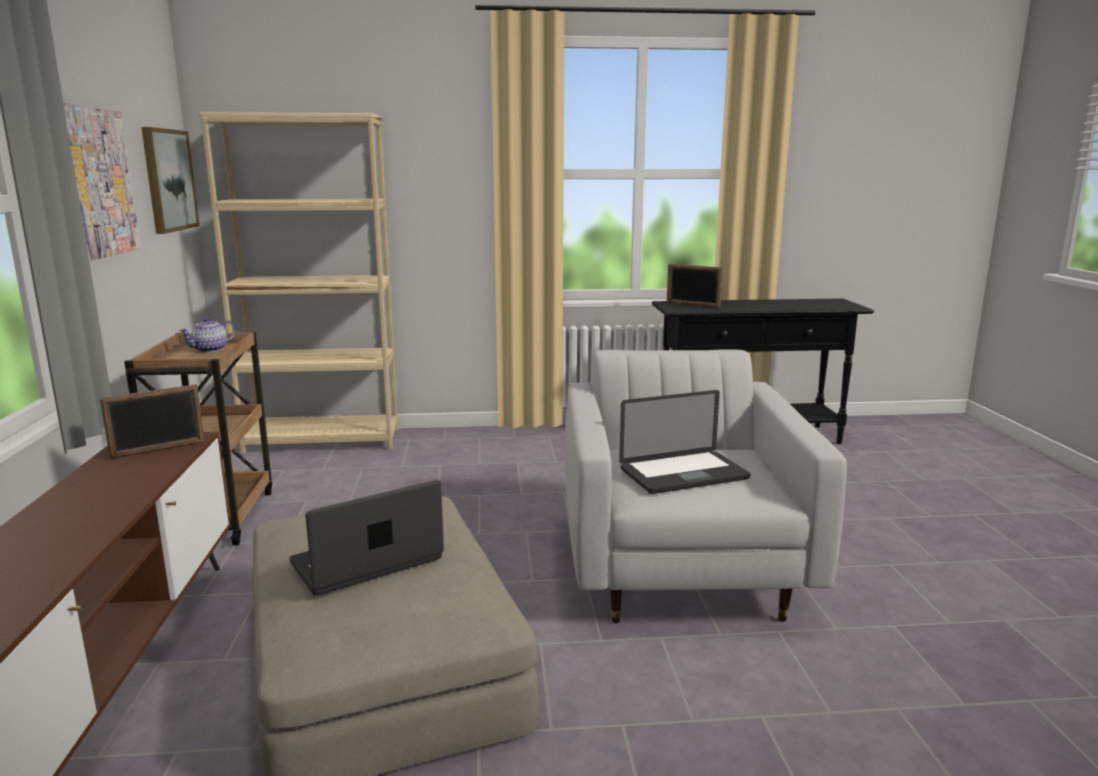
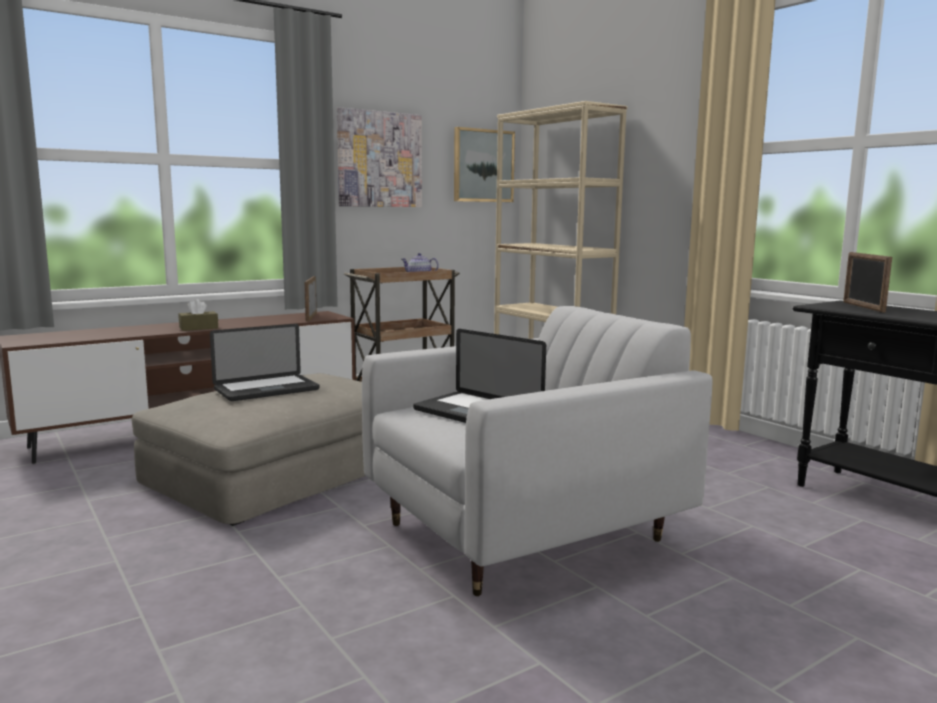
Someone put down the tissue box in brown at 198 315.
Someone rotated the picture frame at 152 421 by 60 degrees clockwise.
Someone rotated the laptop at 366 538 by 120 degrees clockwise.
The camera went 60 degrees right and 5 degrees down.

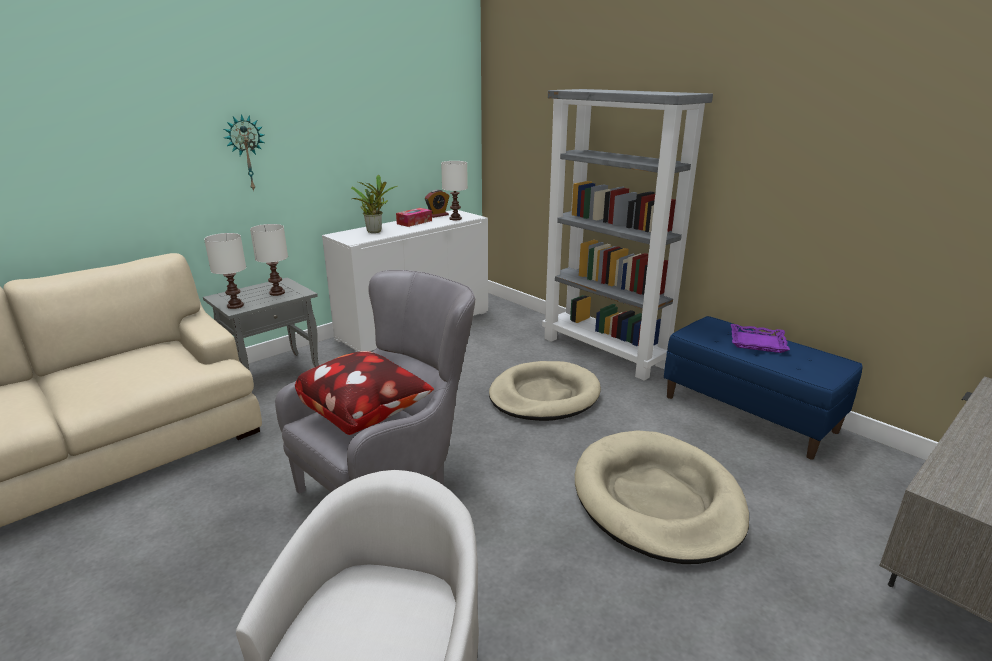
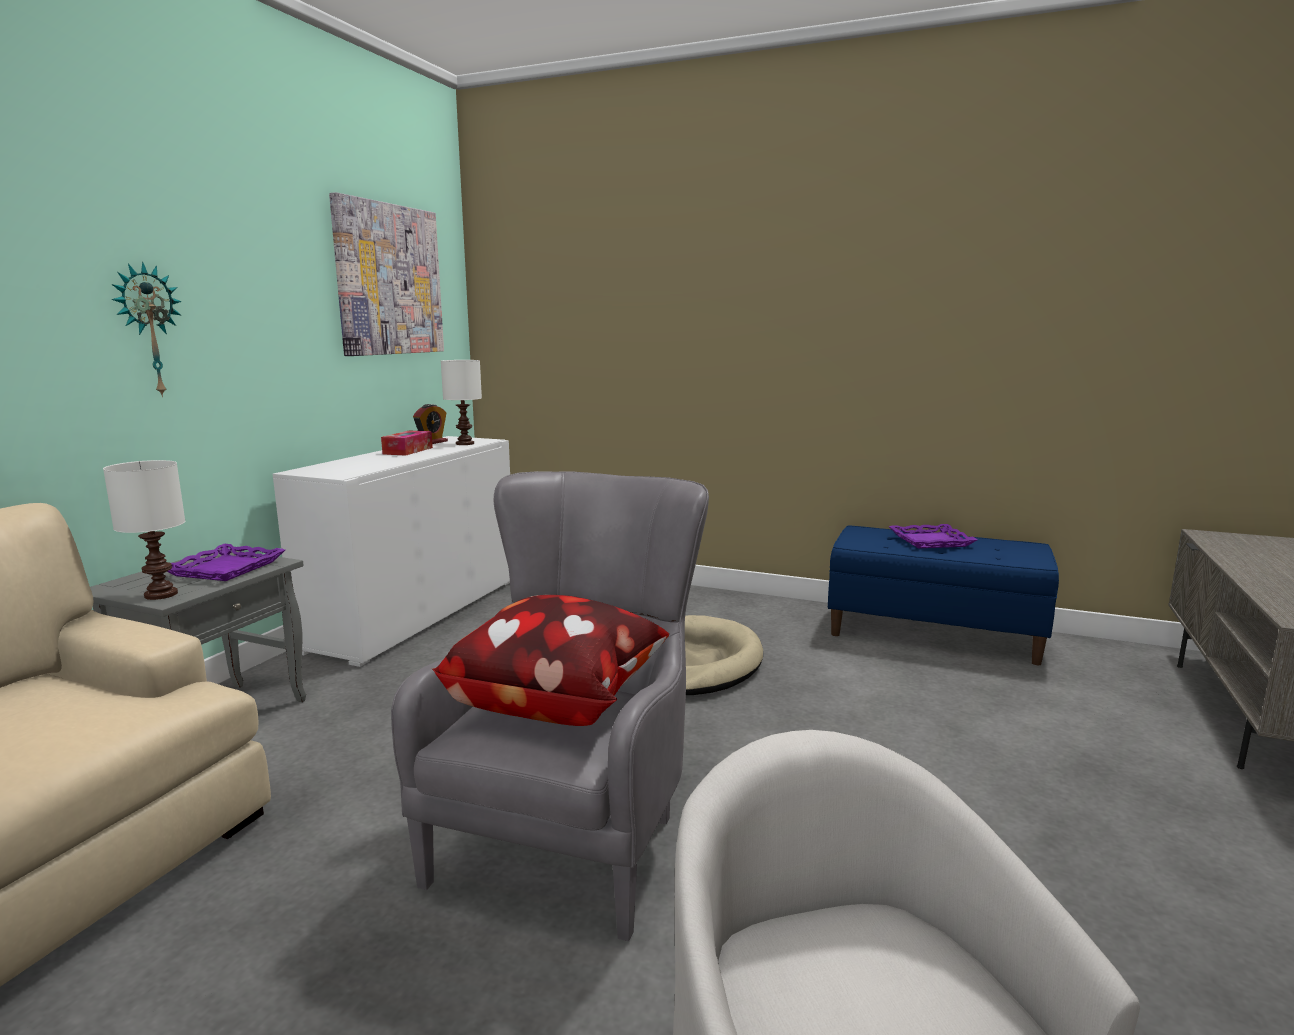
Someone took away the potted plant at 374 204.
Someone took away the bookcase in grey at 627 235.
Someone took away the dog bed in beige at 662 497.
Someone put up the picture at 386 274.
Someone swapped the table lamp in white at 269 260 for the tray in purple at 226 562.
The camera went 25 degrees left and 10 degrees down.

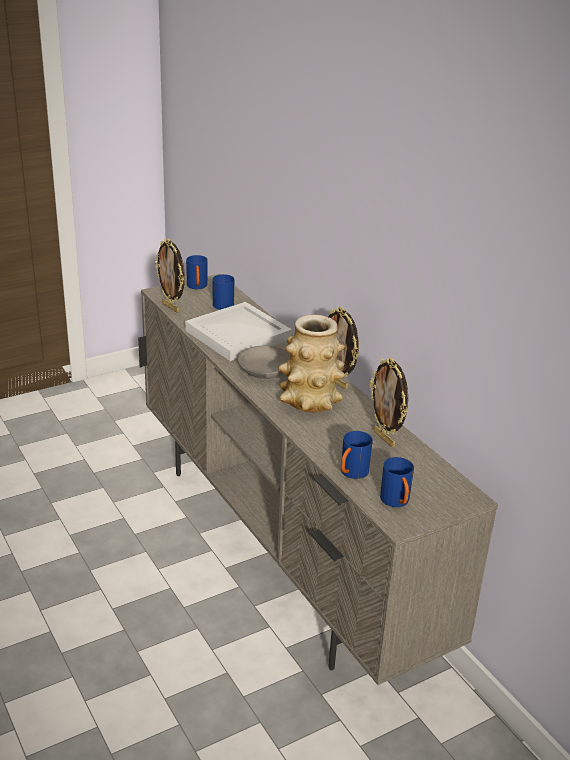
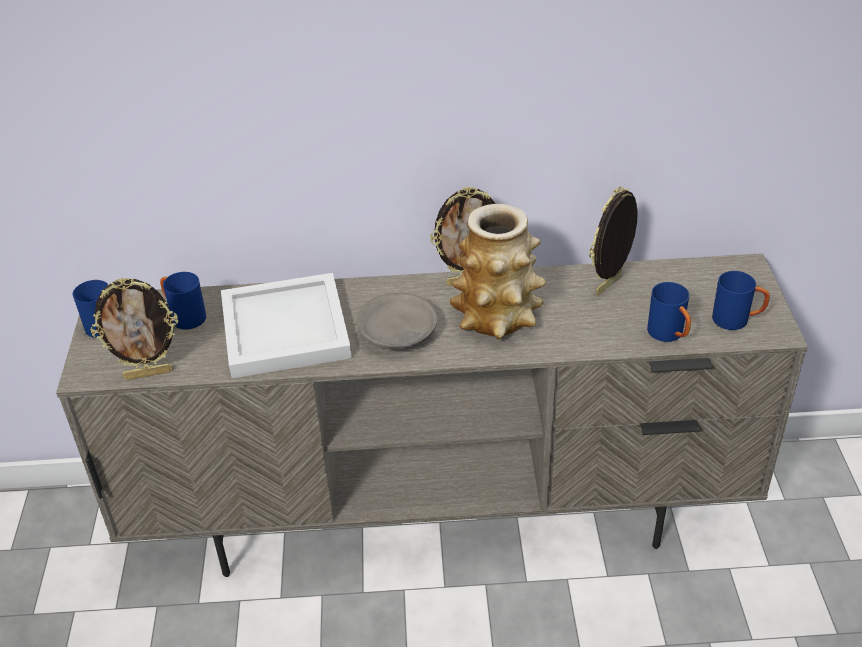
Someone rotated the picture frame at 389 402 by 135 degrees clockwise.
The camera went 60 degrees left and 10 degrees up.

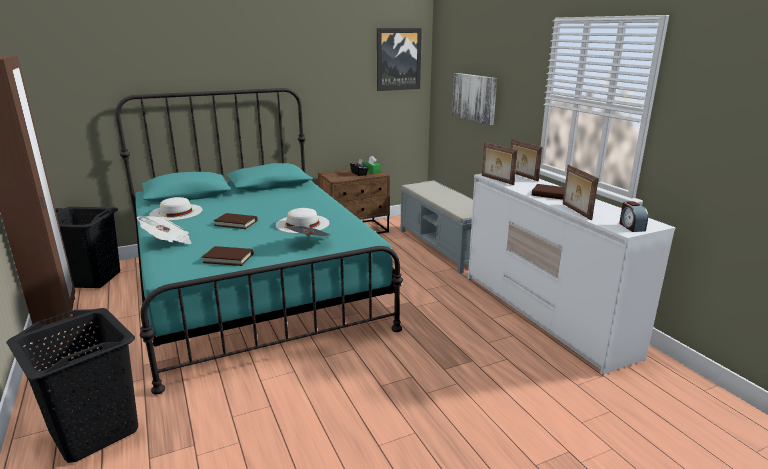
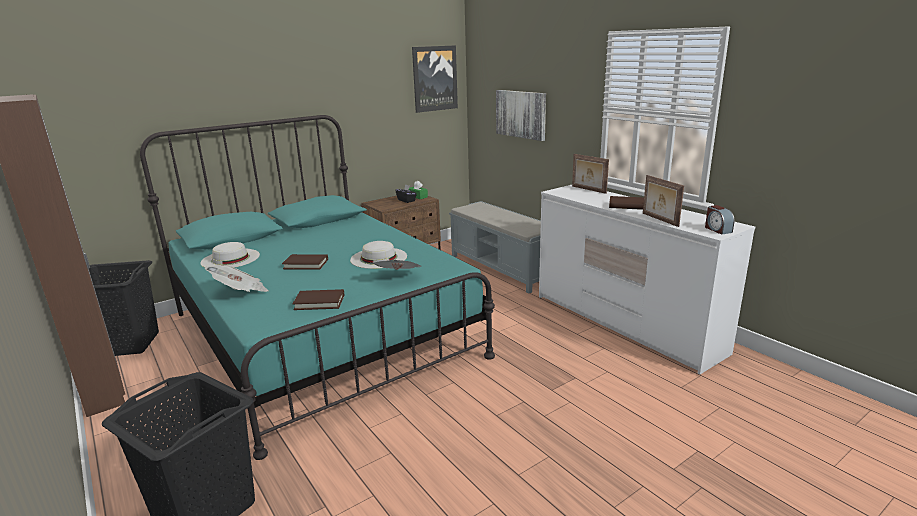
Someone took away the picture frame at 500 163.
The camera went 10 degrees left and 0 degrees up.

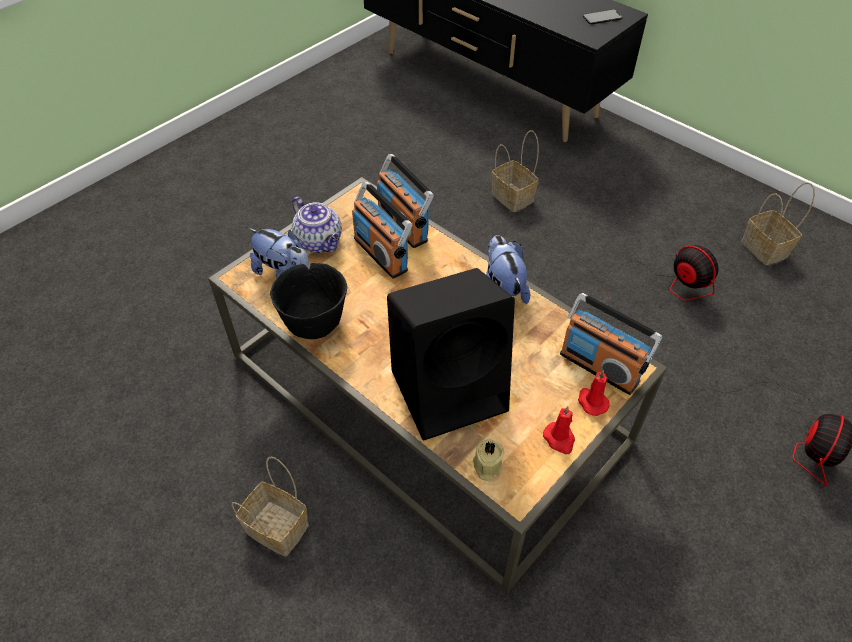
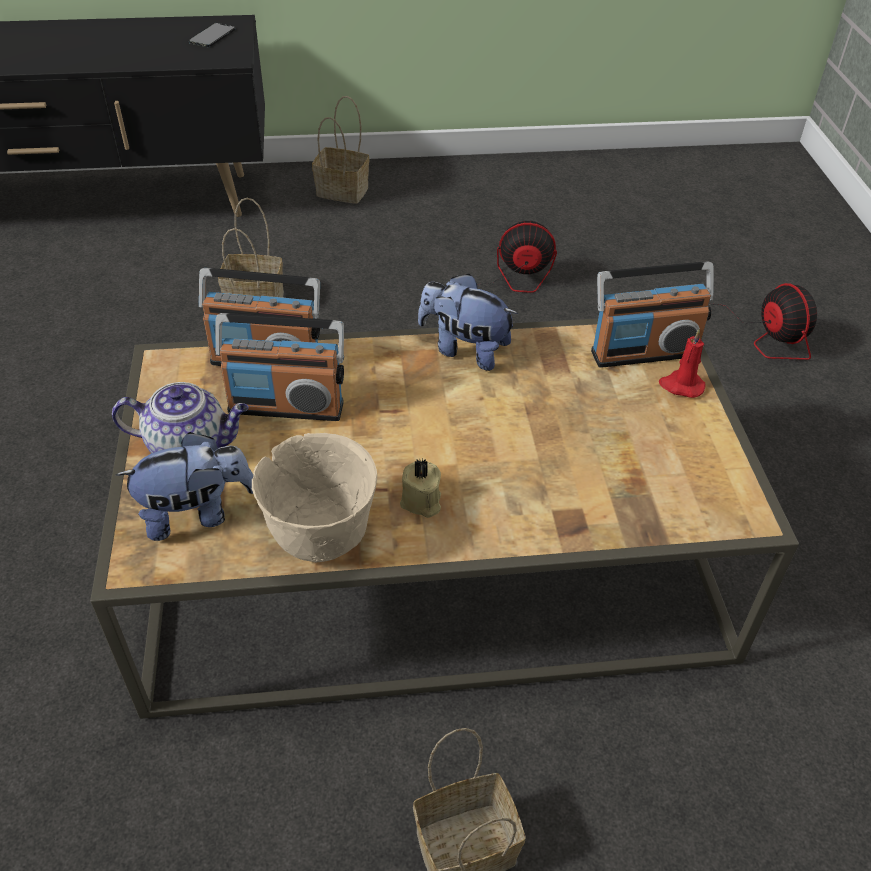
Someone took away the speaker in black at 451 354.
Someone took away the candle in red at 559 430.
Someone carried the candle in beige from 488 460 to 420 488.
Someone carried the basket from 778 223 to 340 150.
Someone repainted the bowl in black at 308 301, which became the bowl in beige at 314 497.
The camera went 50 degrees left and 5 degrees down.

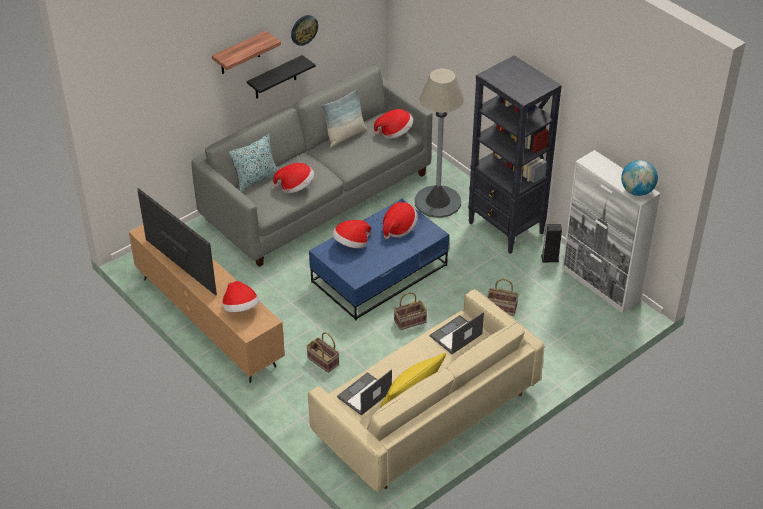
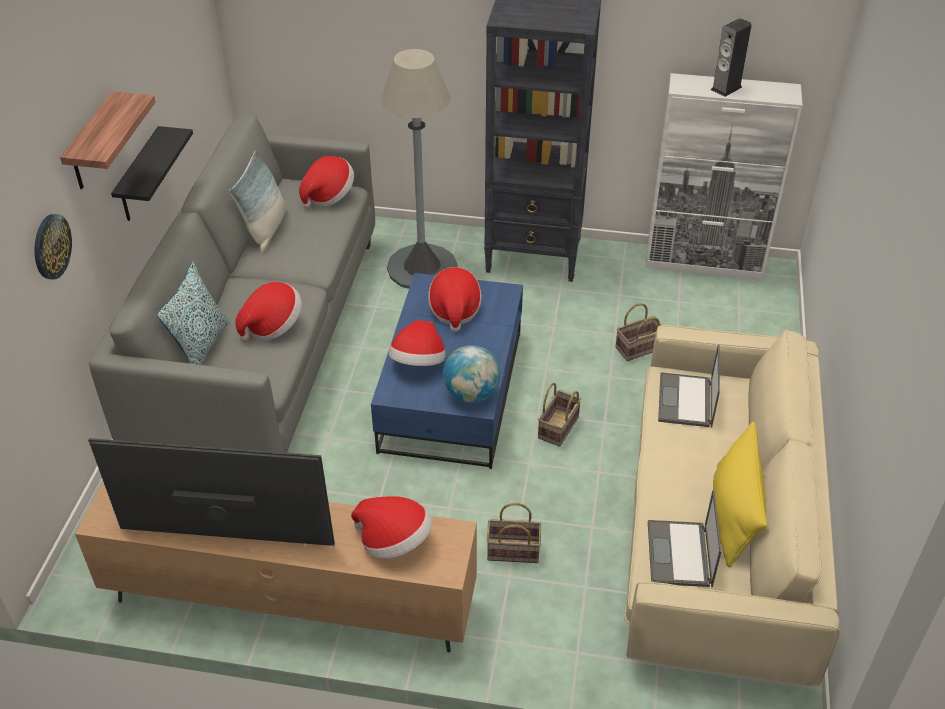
Someone carried the wall clock from 304 30 to 53 247.
Someone carried the speaker from 551 243 to 731 57.
Someone carried the globe from 639 178 to 471 374.
The camera went 40 degrees left and 0 degrees up.

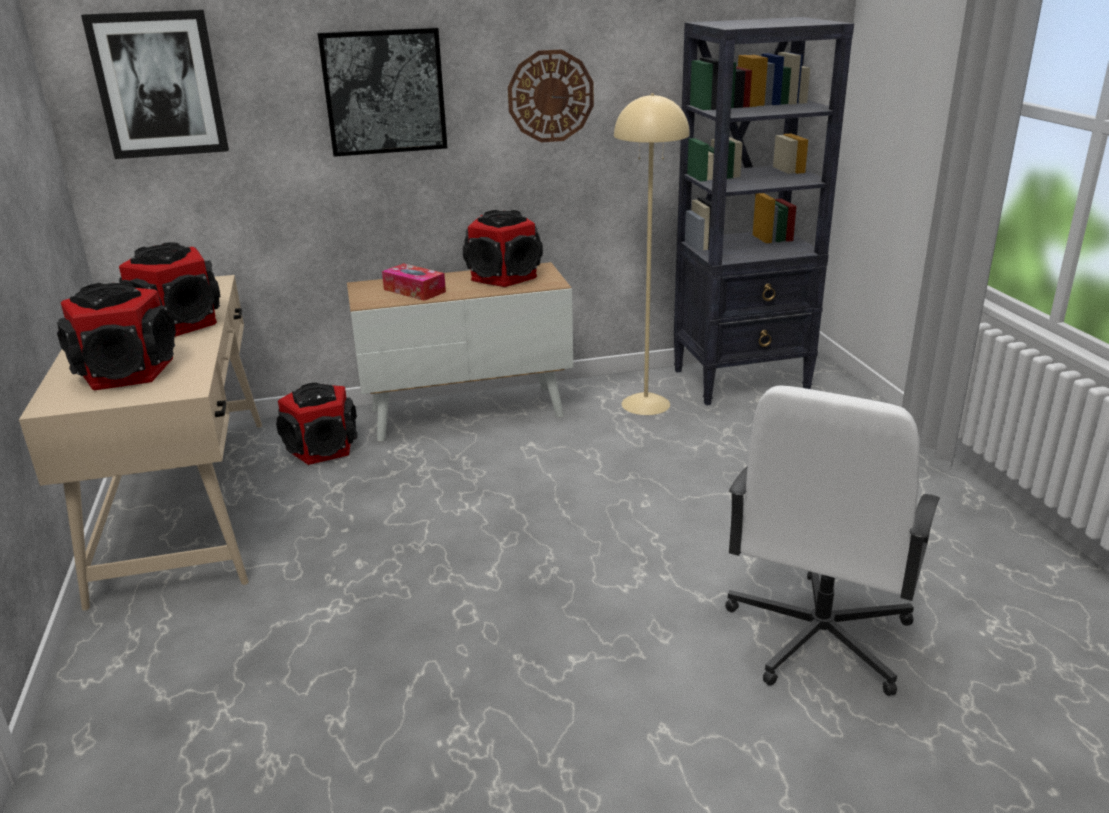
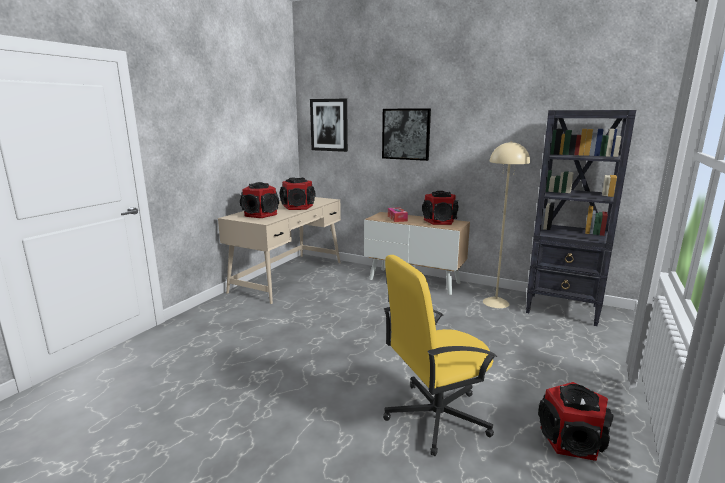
Someone took away the wall clock at 551 96.
Someone carried the speaker from 317 424 to 576 421.
Someone repainted the office chair in white at 832 540, which became the office chair in yellow at 440 355.
The camera went 40 degrees right and 10 degrees down.

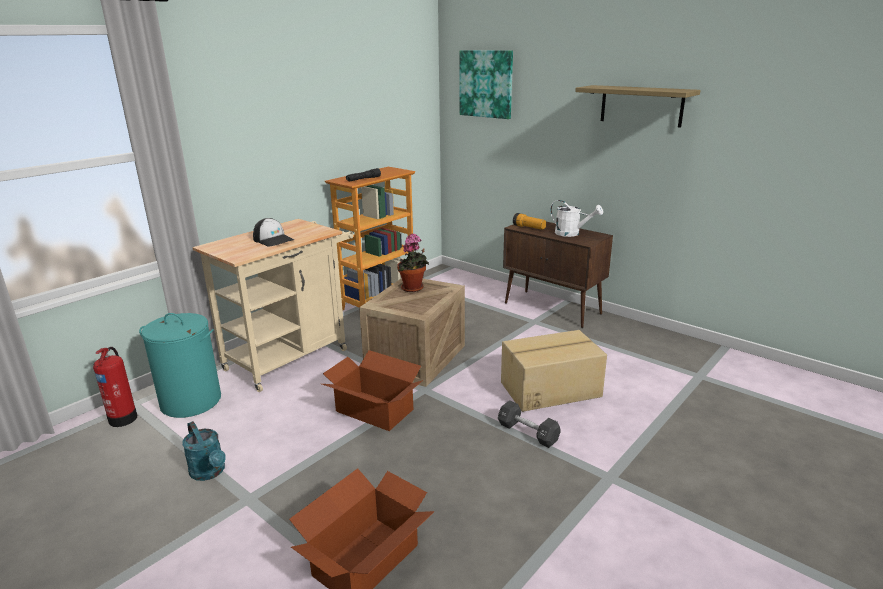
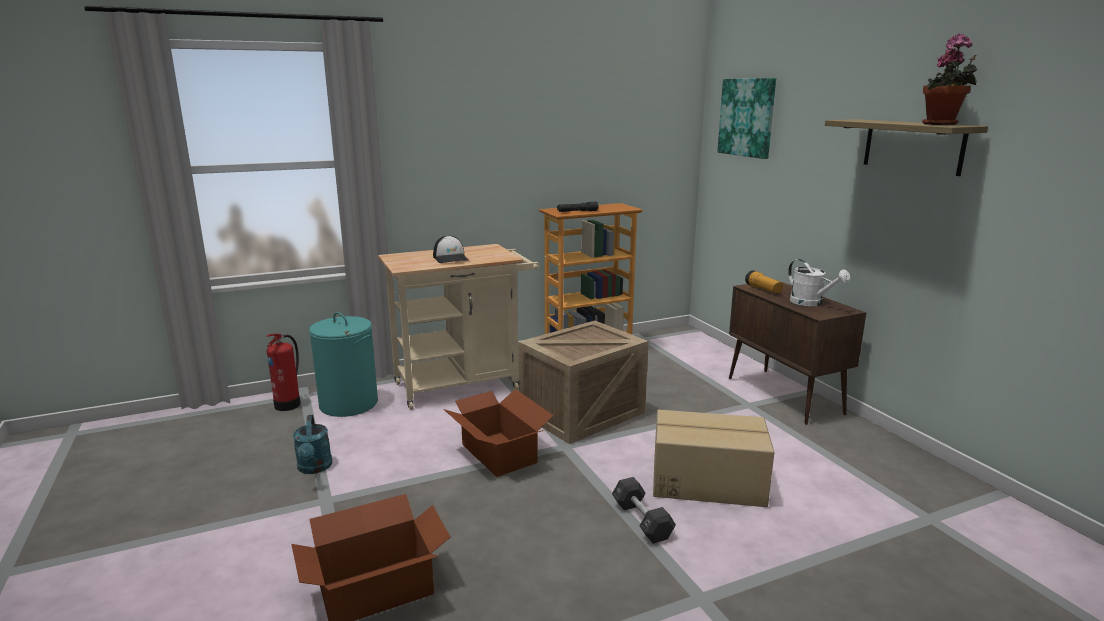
Someone carried the potted plant from 413 263 to 949 79.
The camera went 25 degrees right and 5 degrees down.

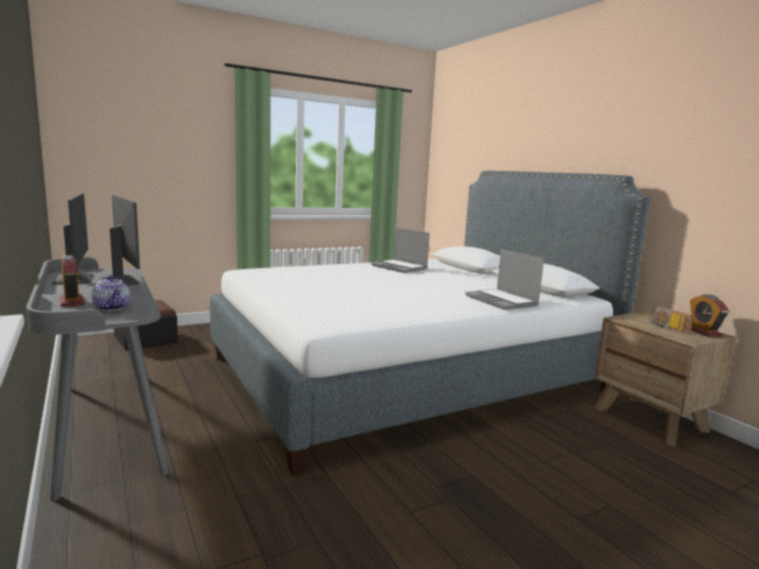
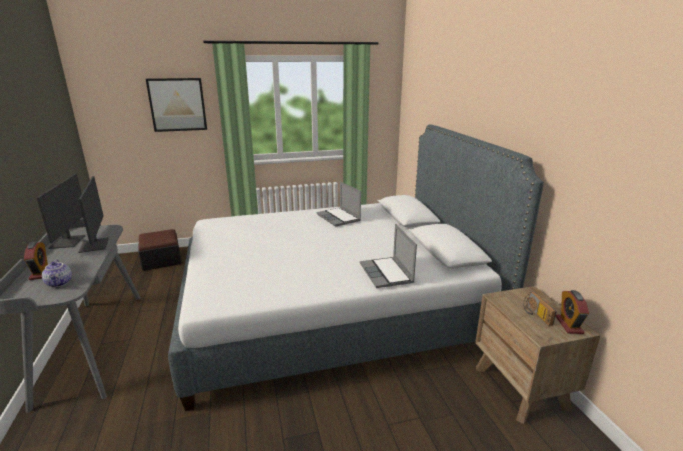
Someone put up the picture at 176 105.
The camera went 15 degrees right and 10 degrees up.

